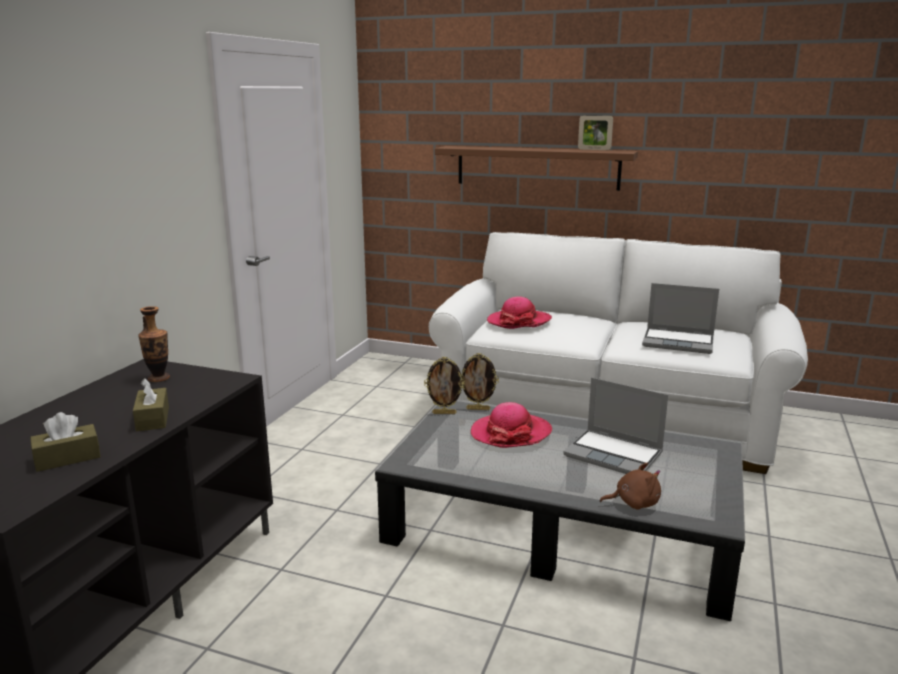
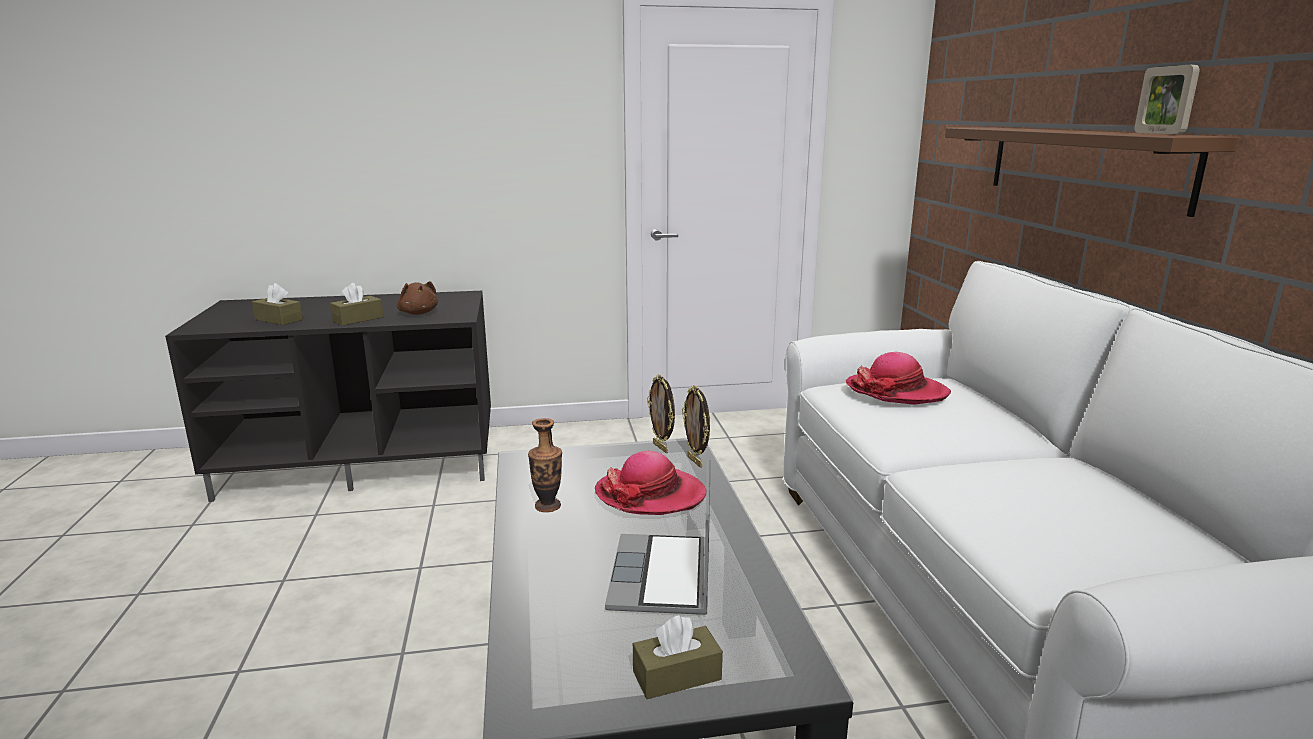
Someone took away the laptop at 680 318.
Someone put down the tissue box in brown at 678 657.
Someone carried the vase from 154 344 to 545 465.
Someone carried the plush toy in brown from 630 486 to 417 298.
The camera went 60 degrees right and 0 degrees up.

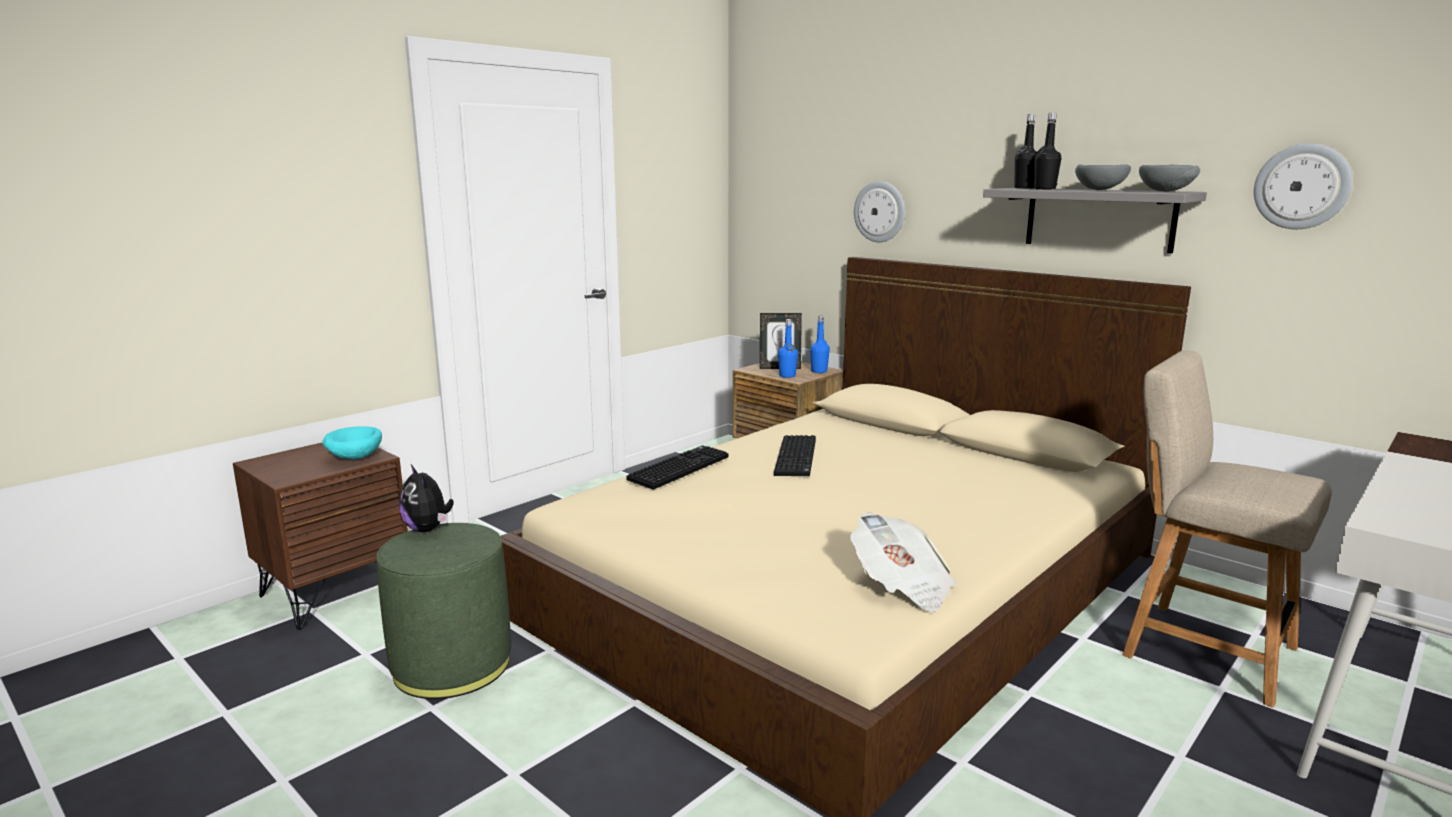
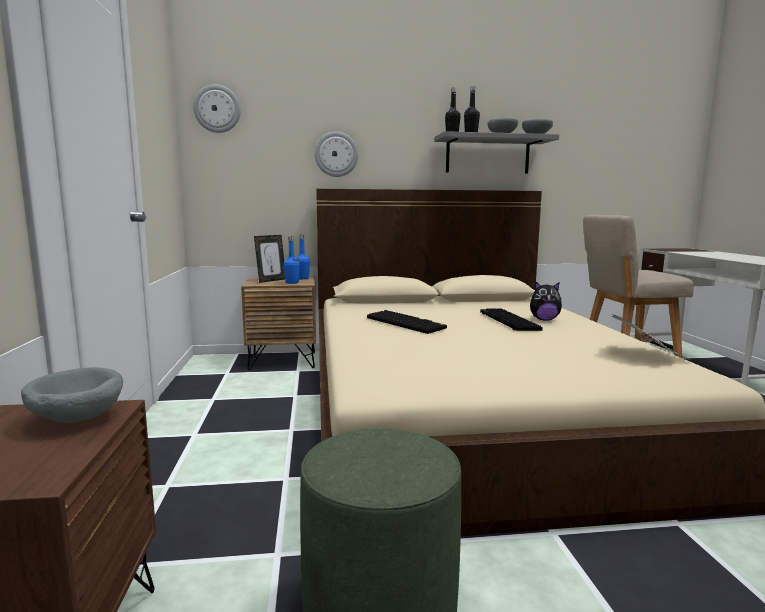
Someone carried the plush toy from 426 498 to 546 301.
Someone carried the keyboard from 677 467 to 511 319.
Someone carried the wall clock from 1303 186 to 217 108.
Someone repainted the bowl in turquoise at 352 442, which became the bowl in grey at 72 395.
The camera went 50 degrees left and 5 degrees down.

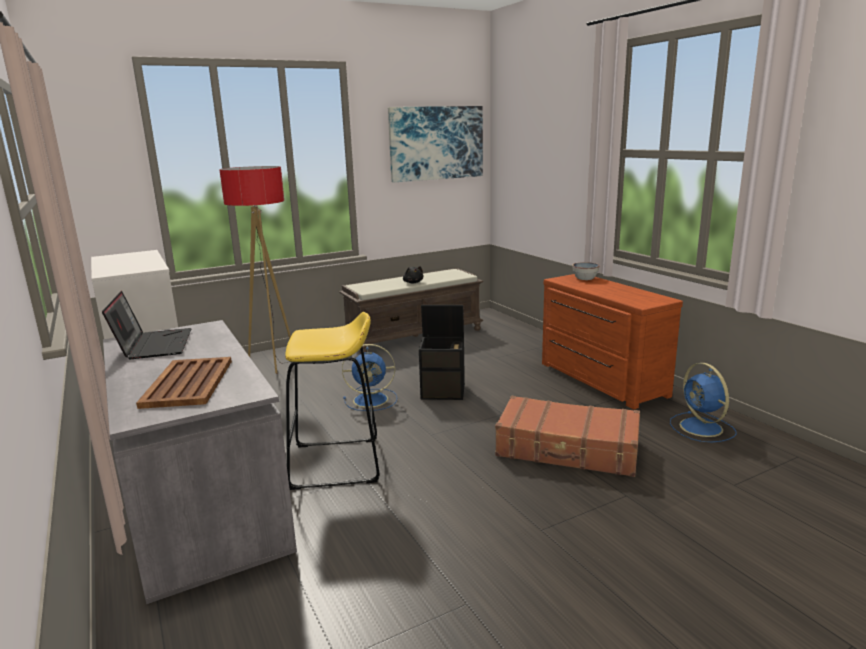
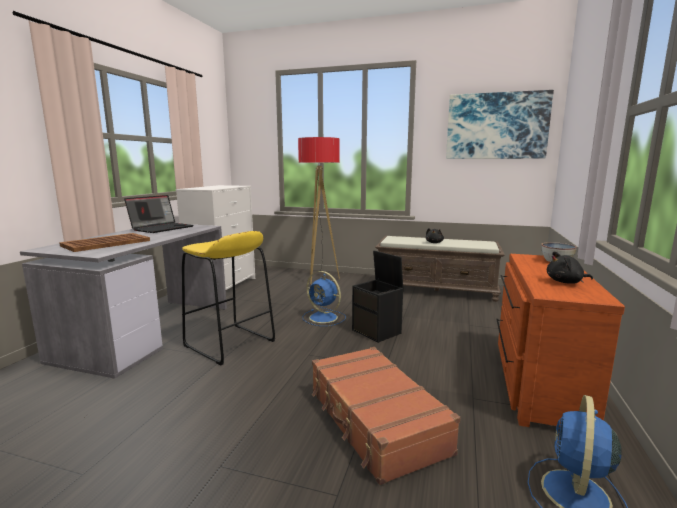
Someone put down the plush toy in black at 570 267.
The camera went 45 degrees right and 5 degrees down.

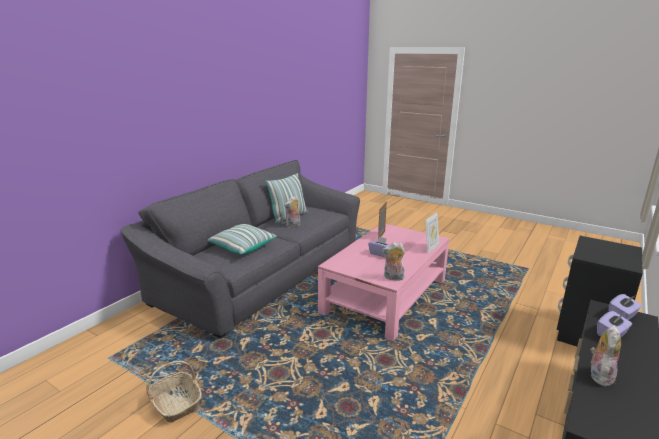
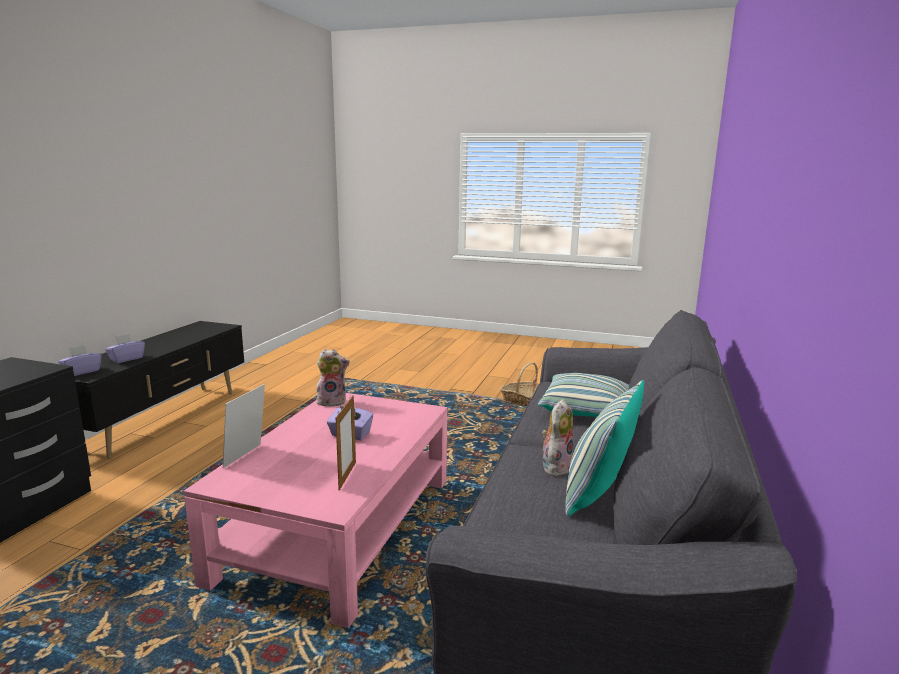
Someone took away the plush toy at 605 355.
The camera went 165 degrees right and 5 degrees down.

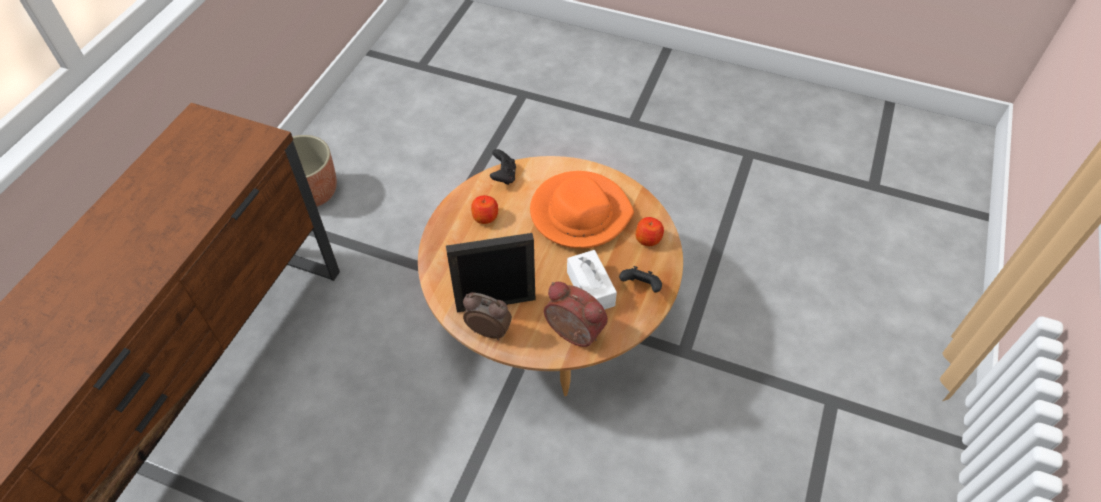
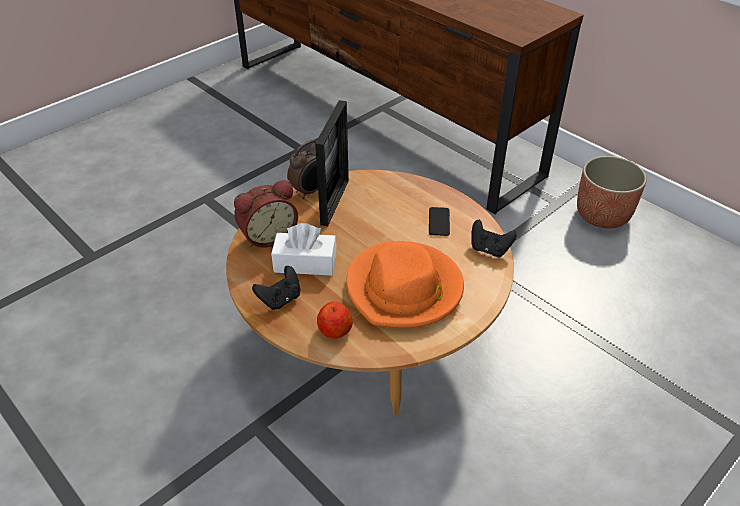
Someone swapped the apple at 484 209 for the phone at 439 221.
The camera went 115 degrees right and 10 degrees down.

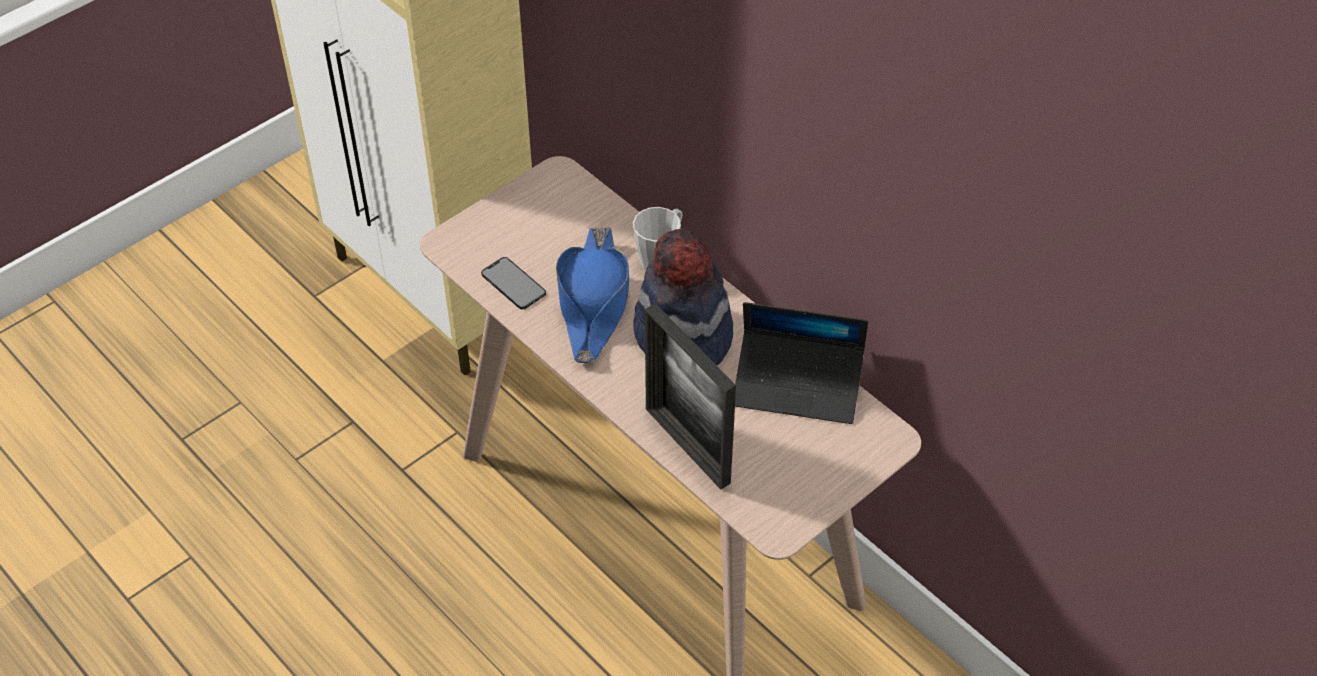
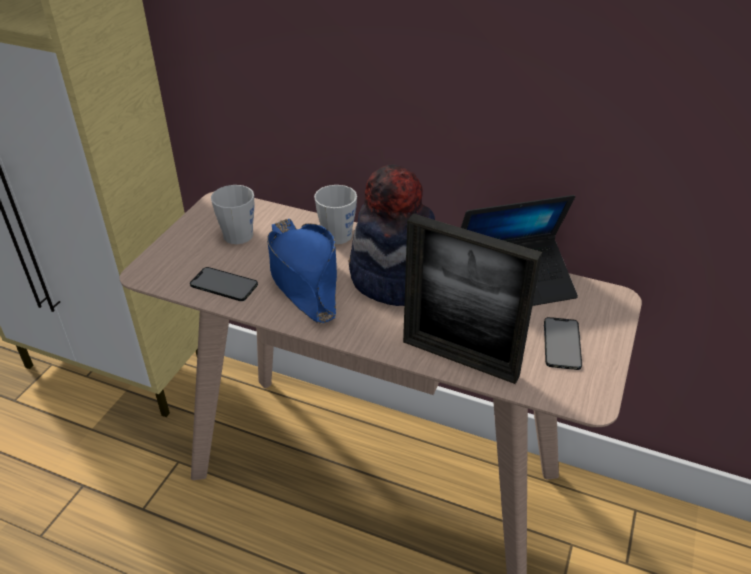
Someone put down the mug in grey at 232 214.
Someone put down the phone at 563 343.
The camera went 25 degrees left and 10 degrees down.

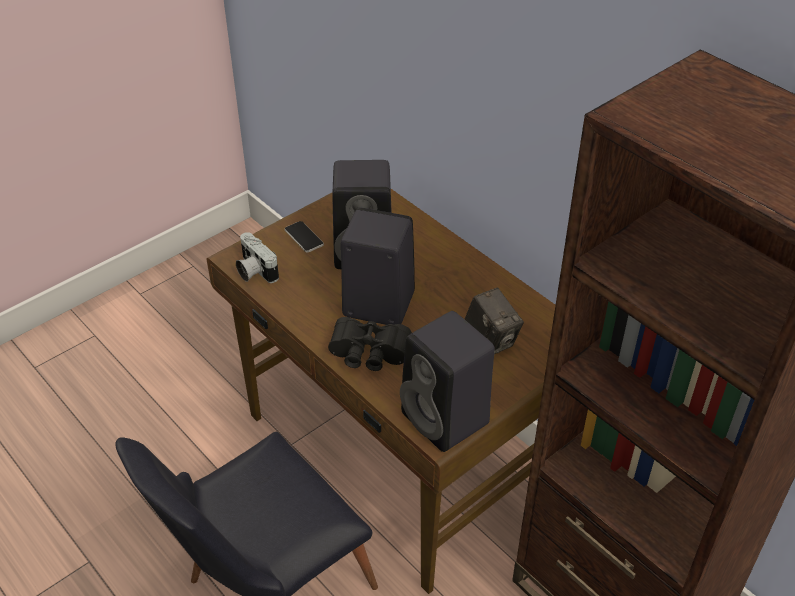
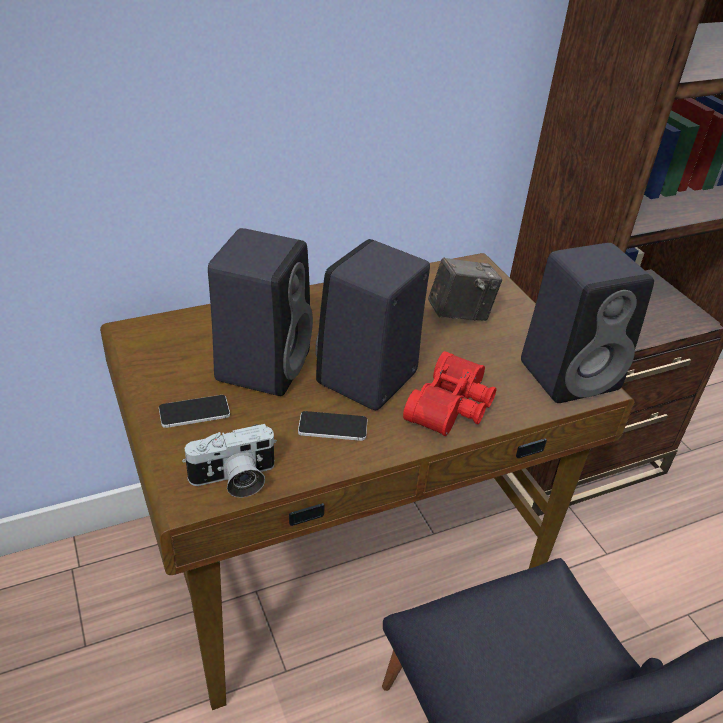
Someone put down the phone at 333 426.
Someone repainted the binoculars in black at 370 344, which became the binoculars in red at 449 393.
The camera went 75 degrees left and 5 degrees down.

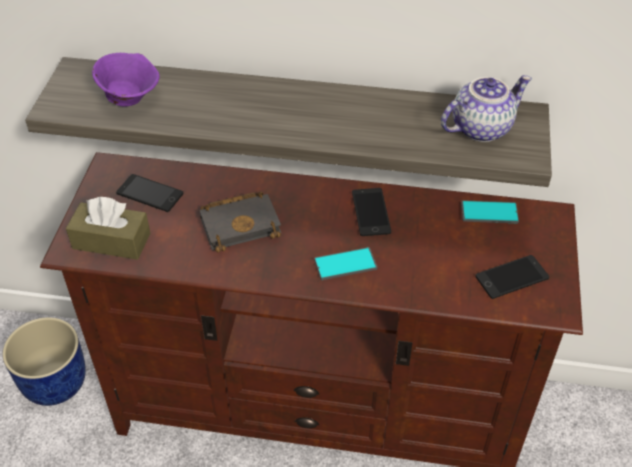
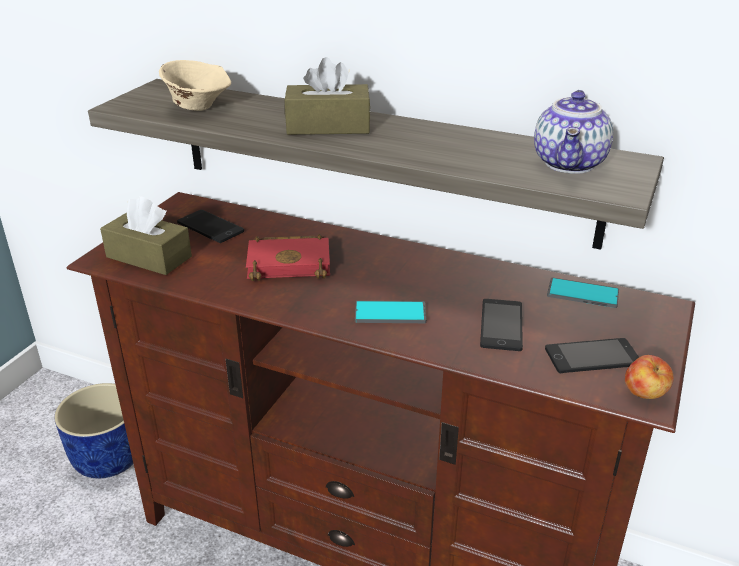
Someone put down the tissue box in brown at 328 96.
Someone put down the apple at 649 377.
Someone carried the phone from 371 212 to 501 325.
Someone repainted the bowl in purple at 126 80, which became the bowl in beige at 195 85.
Someone repainted the book in black at 240 222, which became the book in red at 288 257.
Someone rotated the teapot at 486 108 by 120 degrees clockwise.
The camera went 15 degrees right and 15 degrees down.

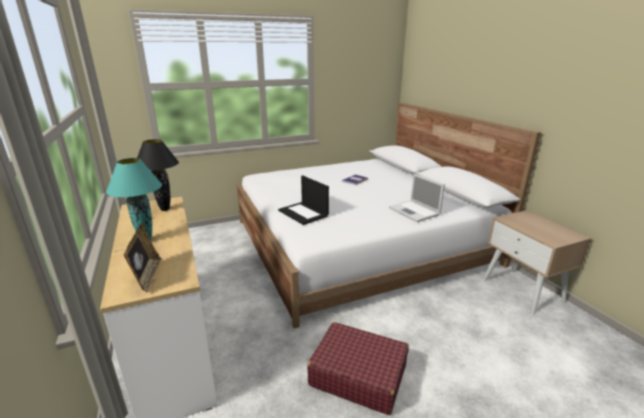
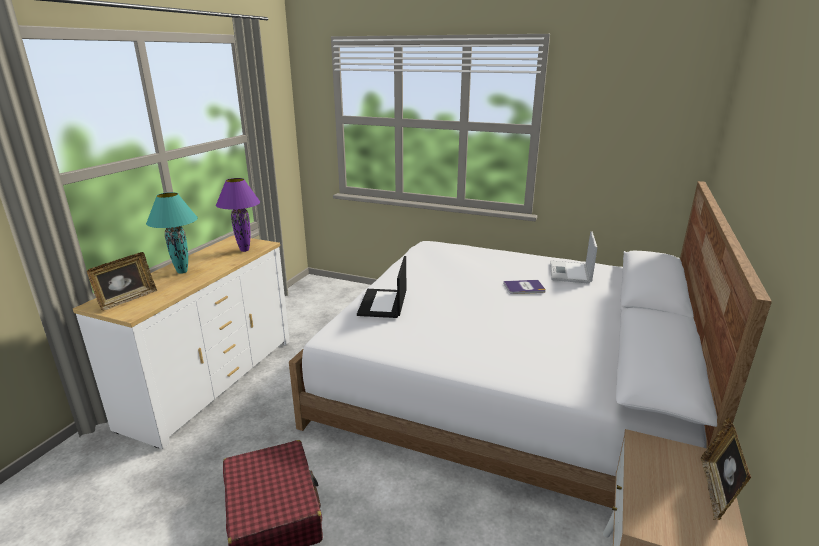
Someone put down the picture frame at 726 469.
Someone carried the laptop from 417 197 to 573 257.
Someone repainted the table lamp in black at 158 175, which became the table lamp in purple at 238 215.
The camera went 45 degrees right and 0 degrees up.

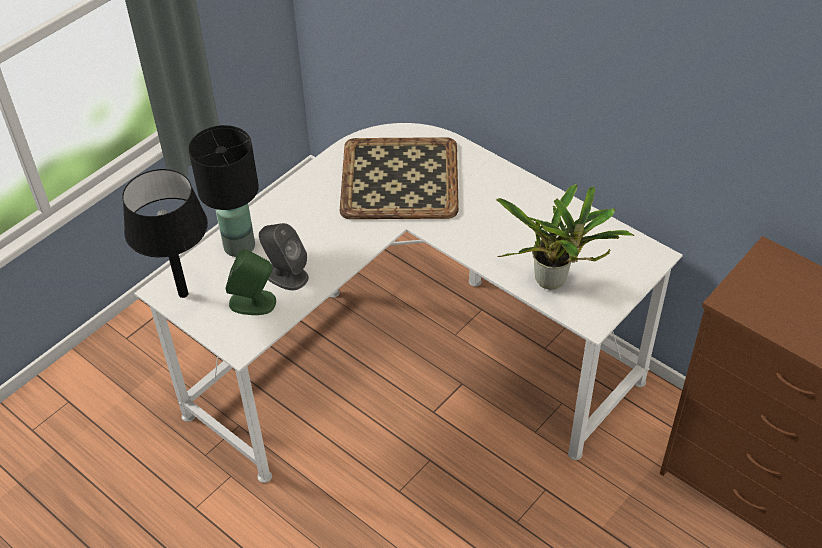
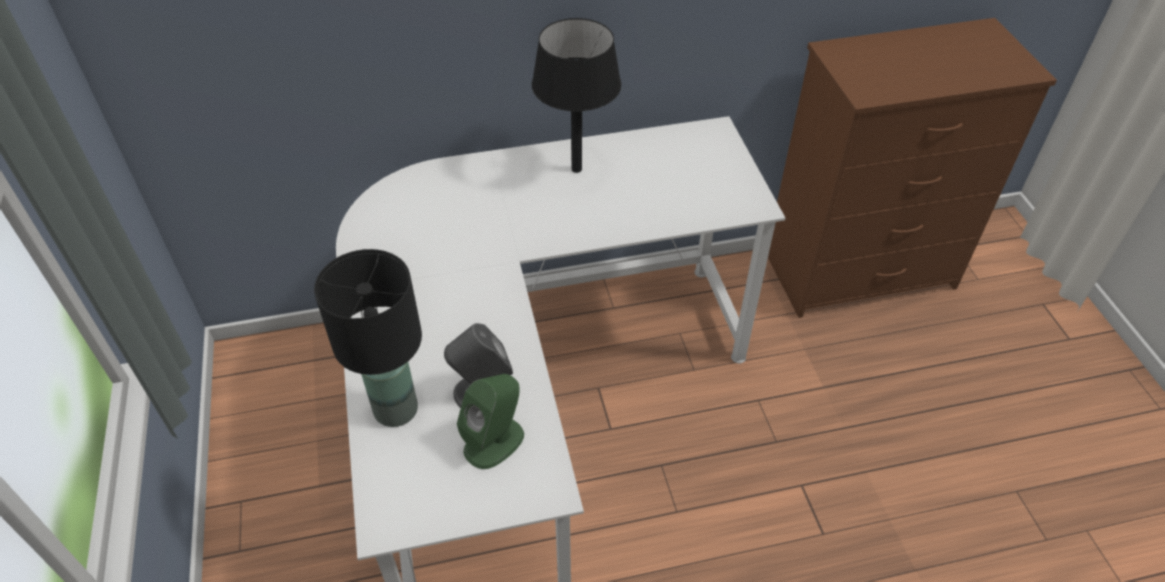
Someone took away the tray at 399 178.
Someone took away the potted plant at 565 237.
Someone carried the table lamp in black from 165 233 to 576 95.
The camera went 55 degrees left and 0 degrees up.

